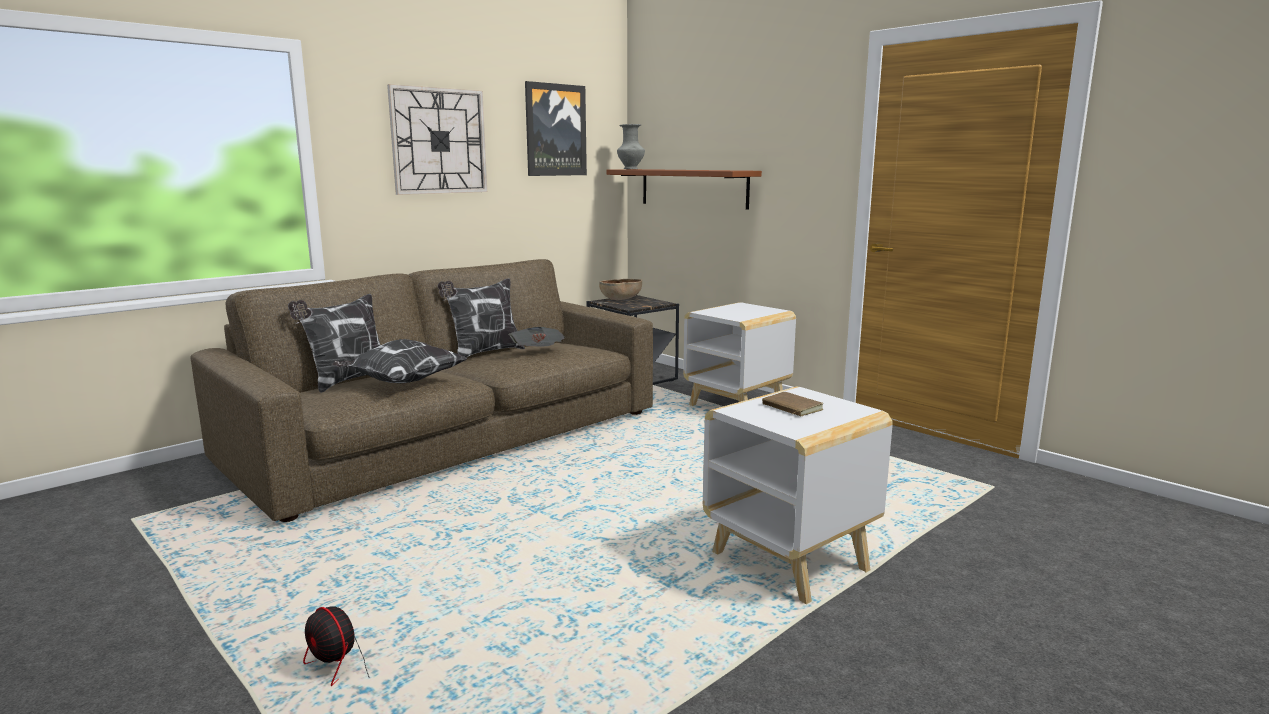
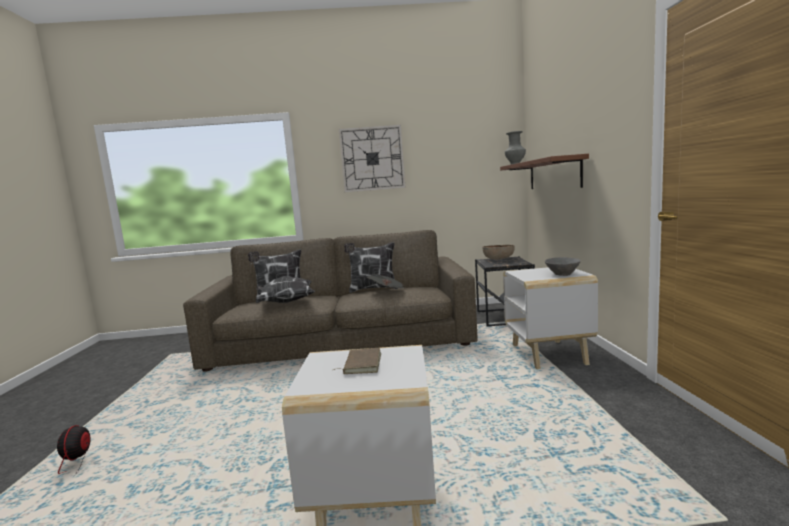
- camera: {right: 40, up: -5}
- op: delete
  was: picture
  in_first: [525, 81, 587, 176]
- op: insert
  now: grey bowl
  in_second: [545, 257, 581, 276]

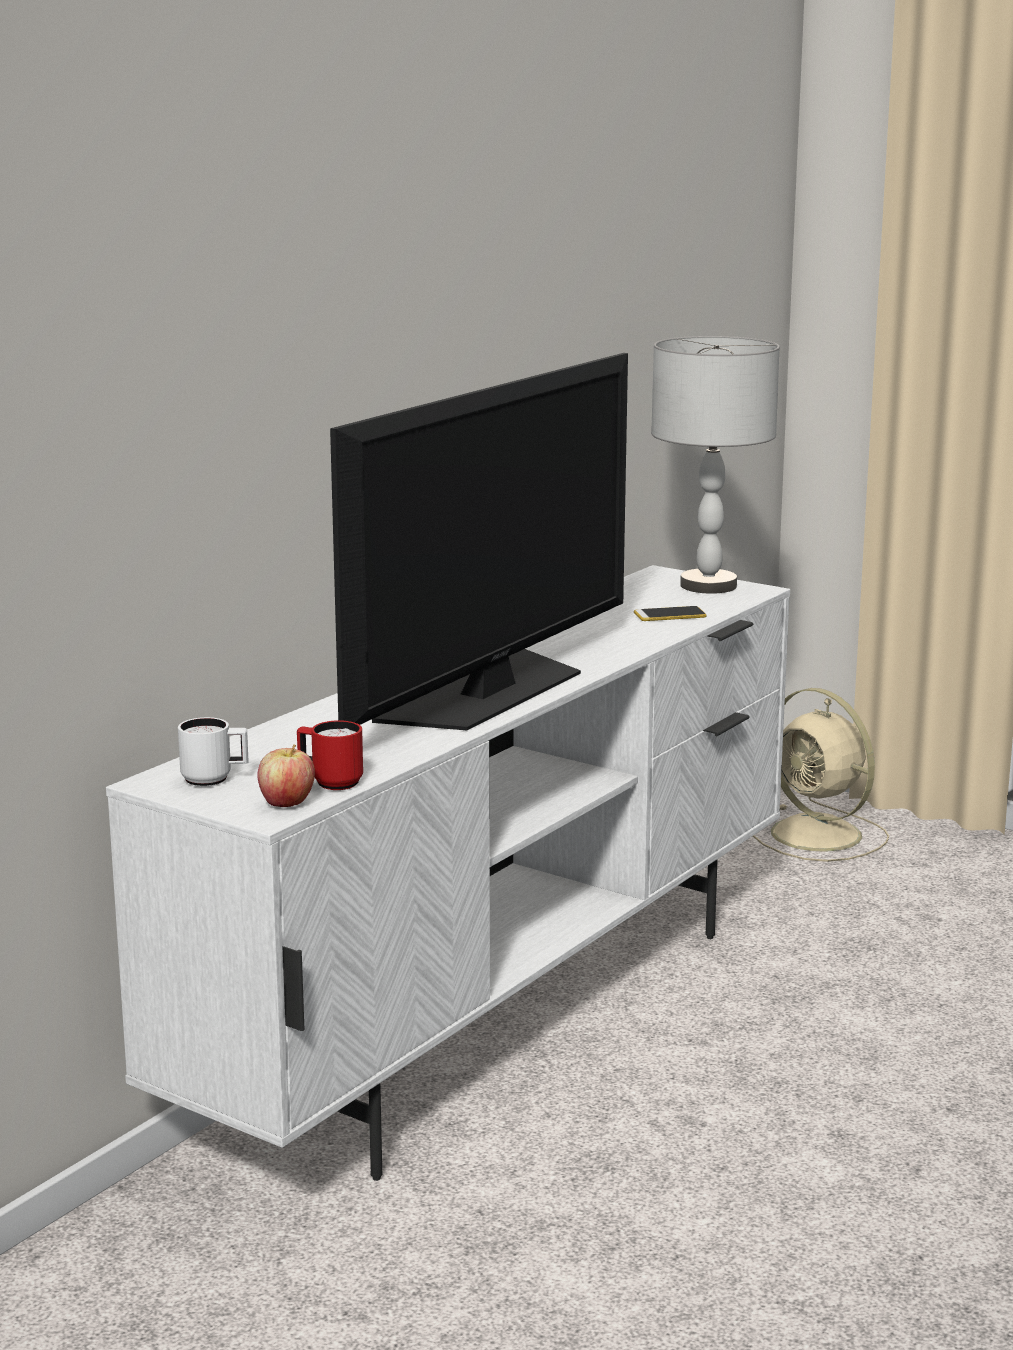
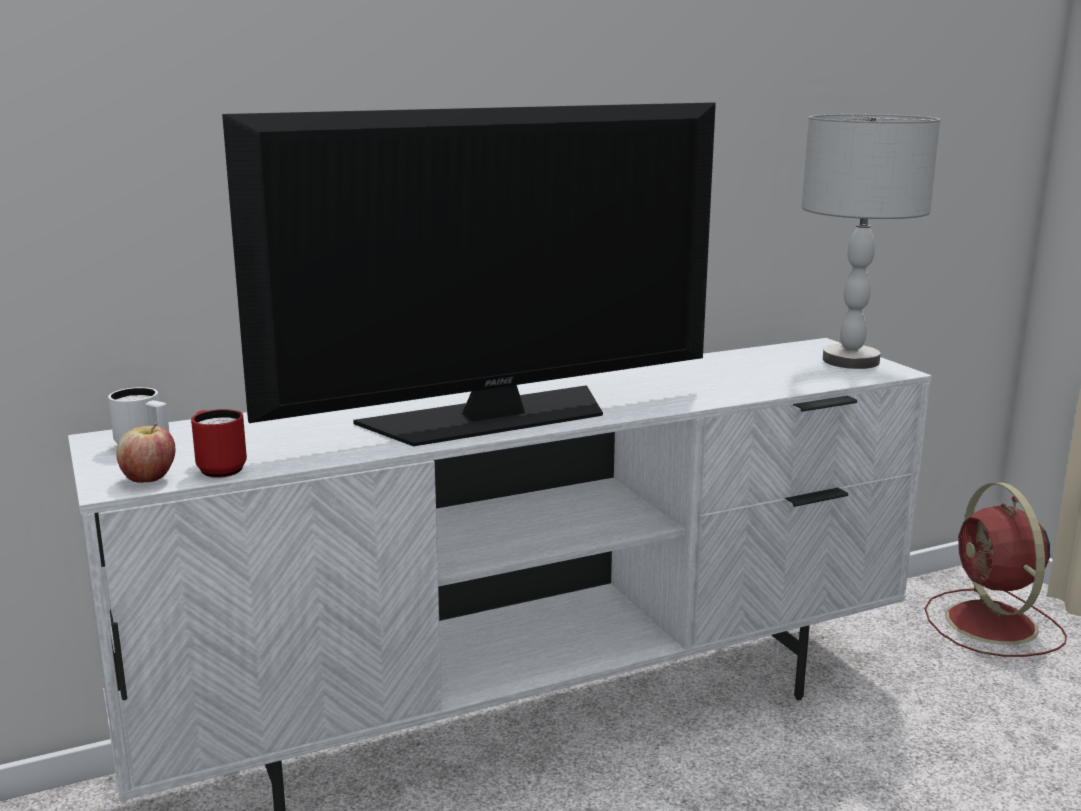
- camera: {right: 30, up: 0}
- op: delete
  was: phone
  in_first: [634, 606, 707, 621]
- op: recolor
  was: beige fan
  now: red fan
  in_first: [753, 688, 889, 862]
  in_second: [925, 482, 1067, 657]

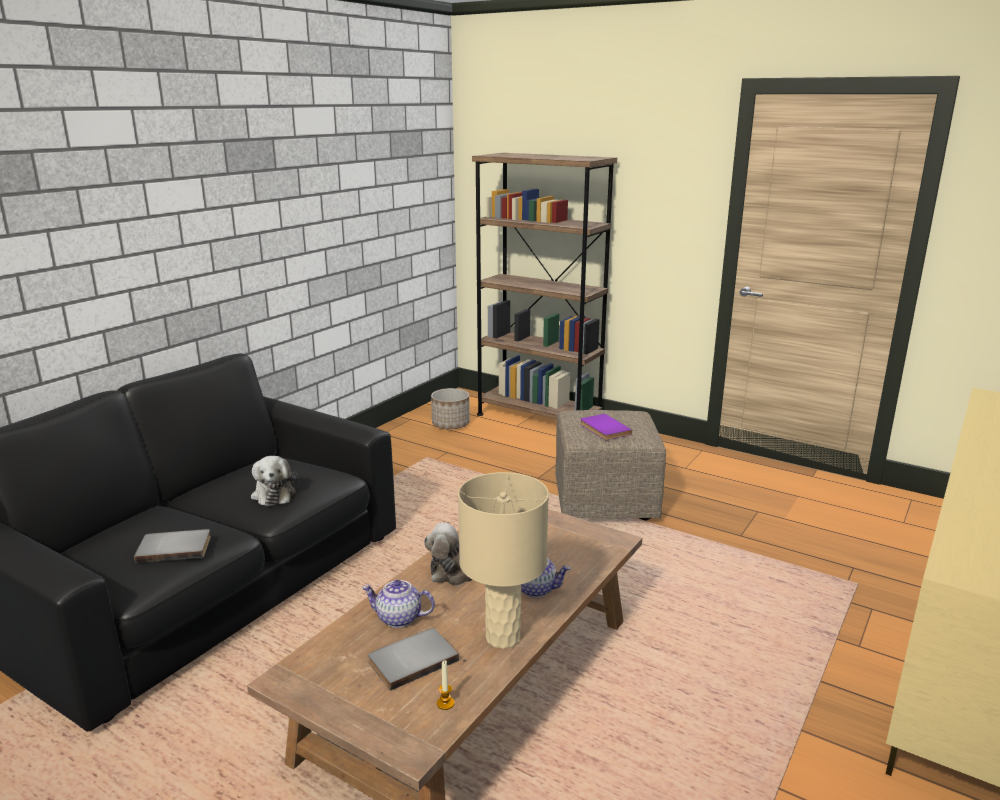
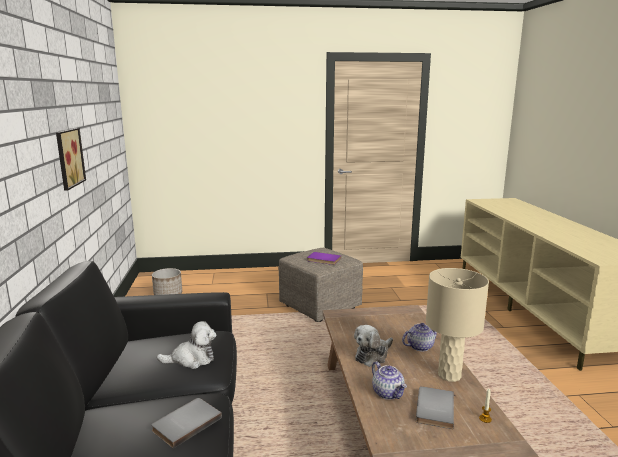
- camera: {right: -40, up: -5}
- op: delete
  was: brown bookcase
  in_first: [472, 153, 617, 420]
- op: rotate
  was: plush toy
  in_first: [251, 456, 298, 506]
  in_second: [157, 321, 216, 369]
  clockwise: -45
- op: rotate
  was: teapot
  in_first: [362, 580, 435, 628]
  in_second: [372, 361, 407, 400]
  clockwise: -90
- op: insert
  now: picture
  in_second: [56, 128, 86, 191]

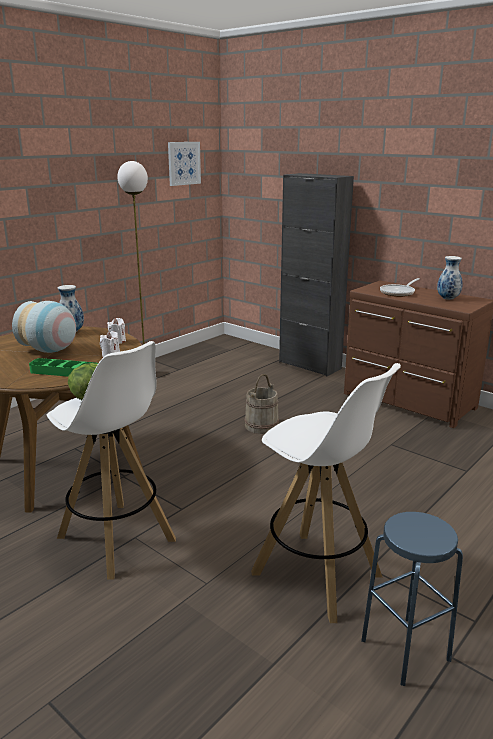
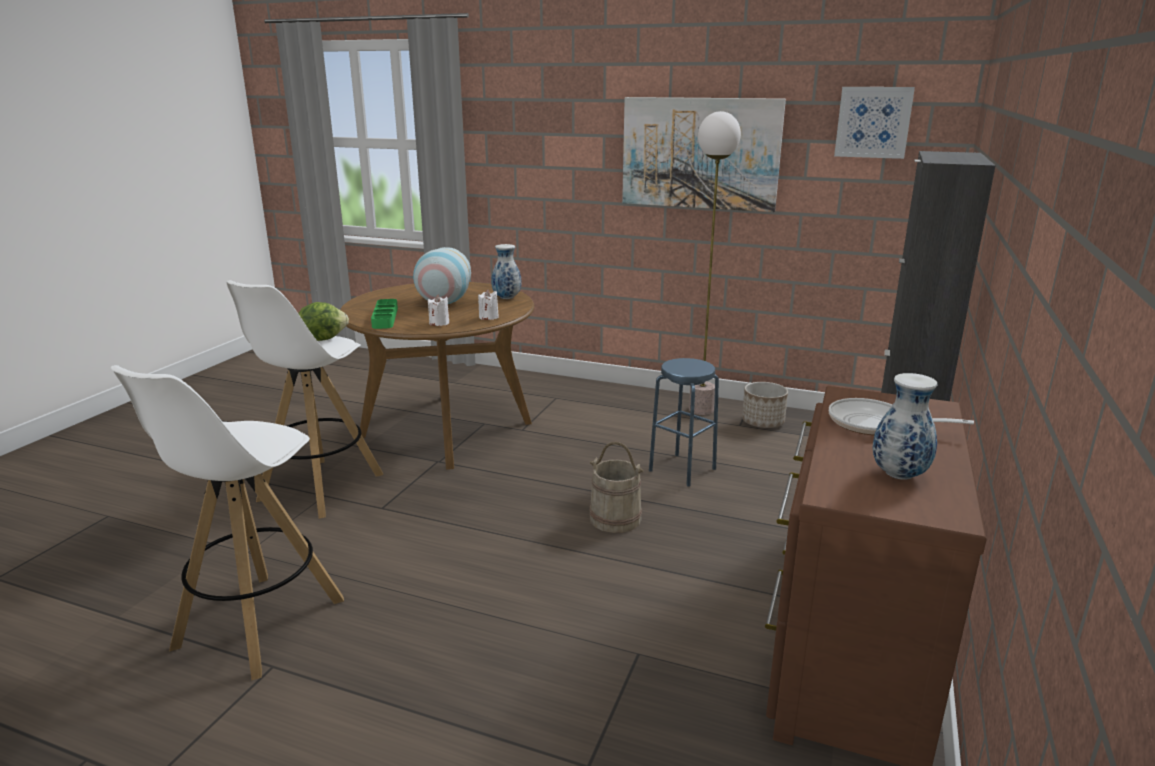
- camera: {right: 70, up: 0}
- op: move
  was: blue stool
  in_first: [361, 512, 463, 686]
  in_second: [649, 358, 719, 487]
- op: insert
  now: picture
  in_second: [622, 97, 786, 212]
- op: insert
  now: planter
  in_second: [742, 382, 788, 428]

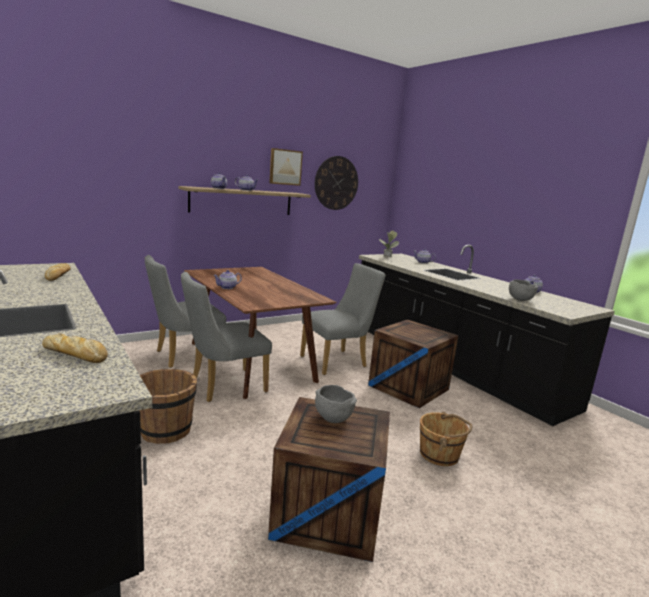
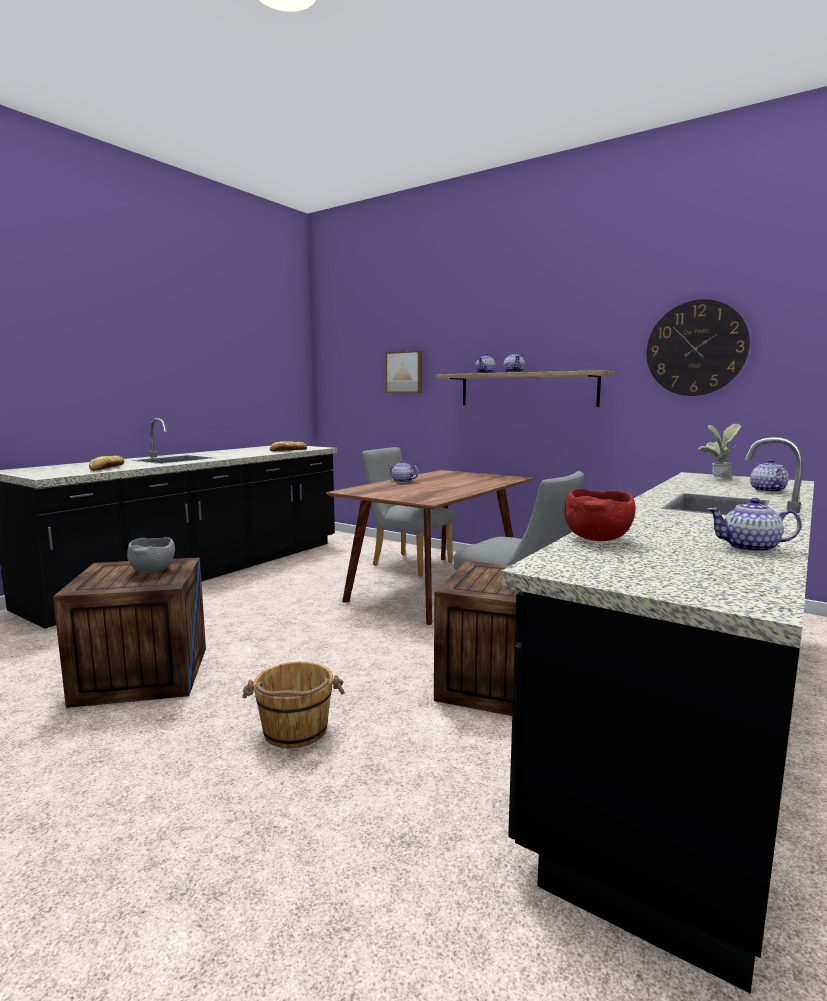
- camera: {right: 70, up: -5}
- op: move
  was: picture
  in_first: [269, 148, 303, 186]
  in_second: [386, 351, 422, 393]
- op: delete
  was: grey chair
  in_first: [181, 272, 272, 402]
- op: recolor
  was: grey bowl
  now: red bowl
  in_first: [509, 279, 538, 301]
  in_second: [564, 488, 636, 541]
- op: delete
  was: brown bucket
  in_first: [139, 369, 197, 444]

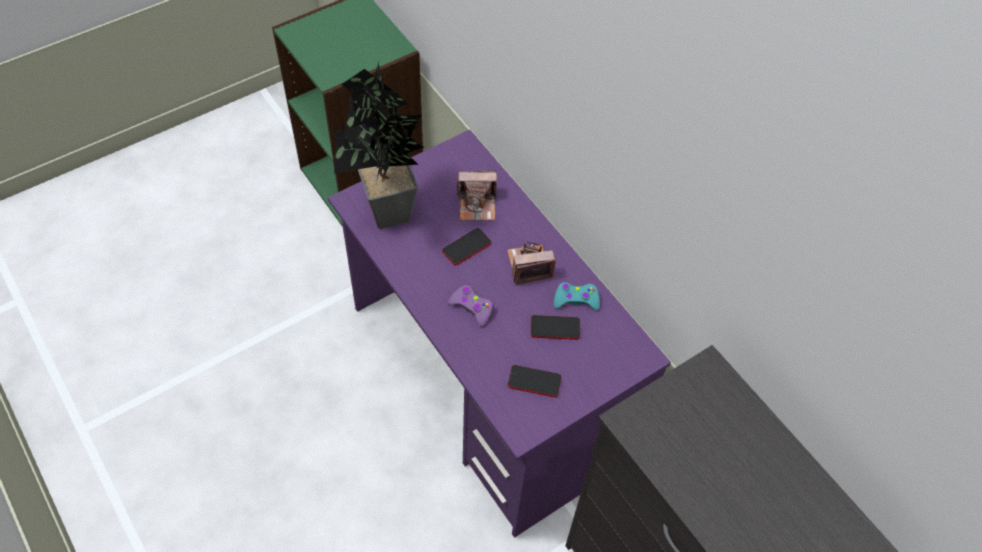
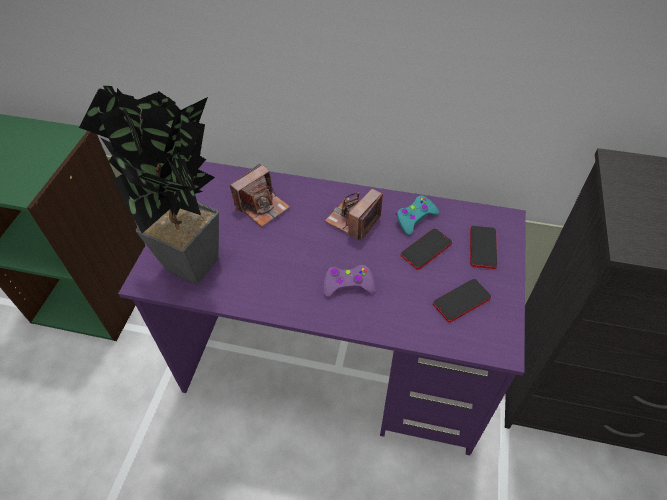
- camera: {right: -40, up: -5}
- op: move
  was: phone
  in_first: [442, 228, 491, 266]
  in_second: [470, 226, 498, 269]

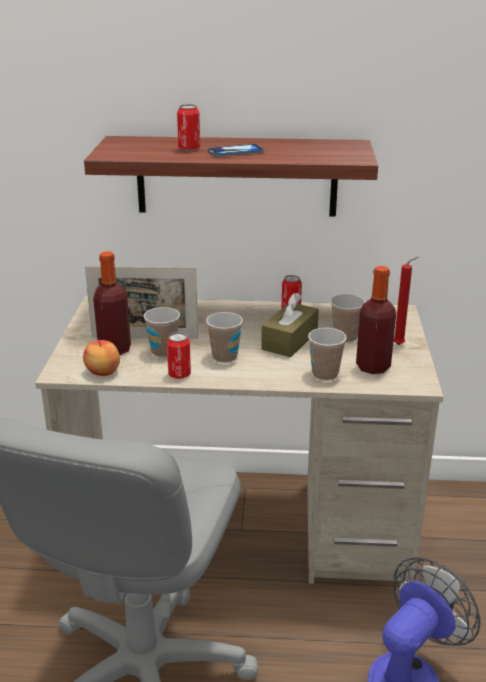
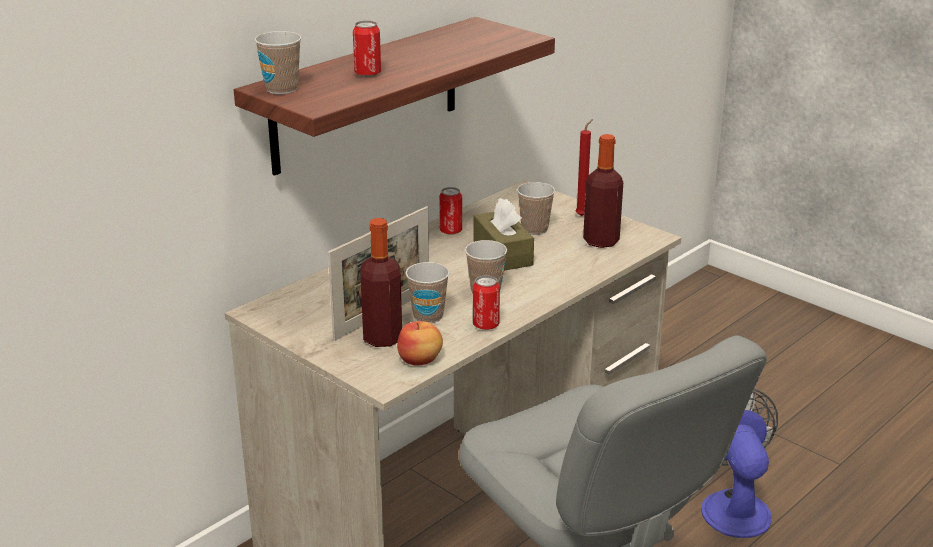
- camera: {right: -50, up: 0}
- op: delete
  was: phone
  in_first: [208, 144, 264, 156]
- op: move
  was: cup
  in_first: [308, 328, 347, 381]
  in_second: [255, 31, 301, 94]

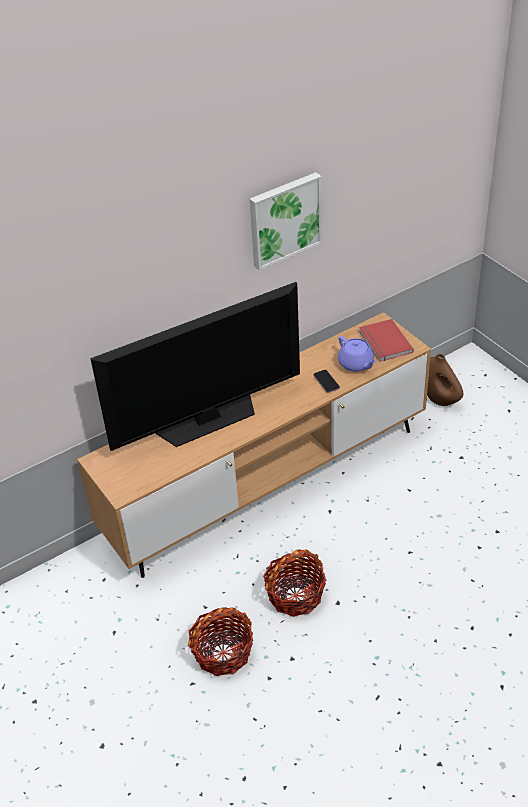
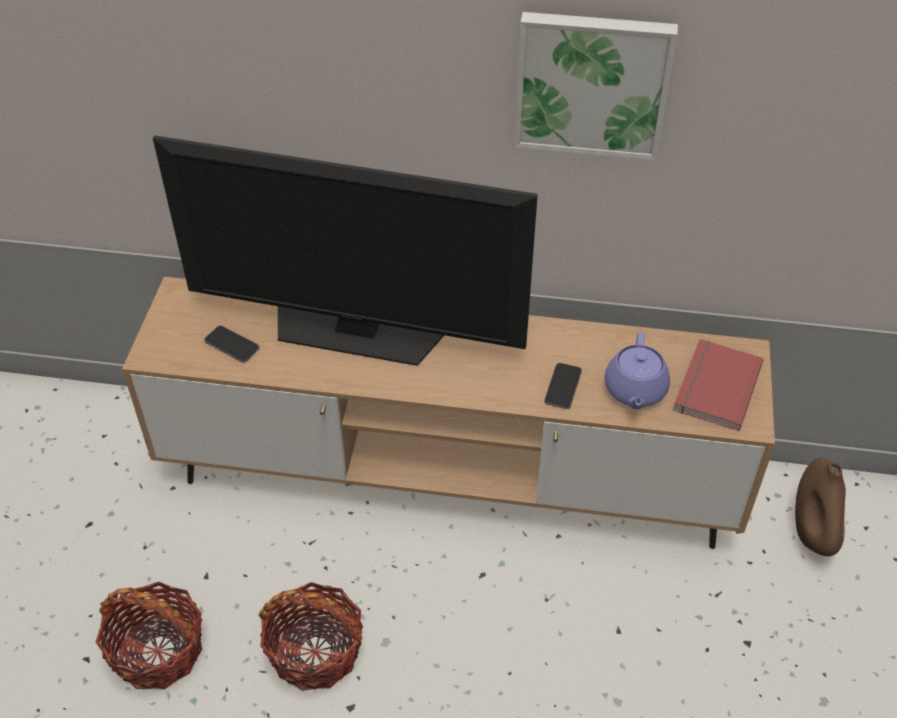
- camera: {right: 40, up: 5}
- op: insert
  now: phone
  in_second: [204, 326, 259, 362]

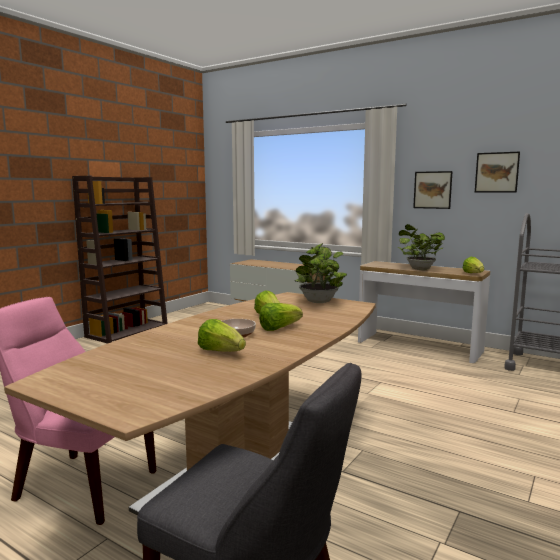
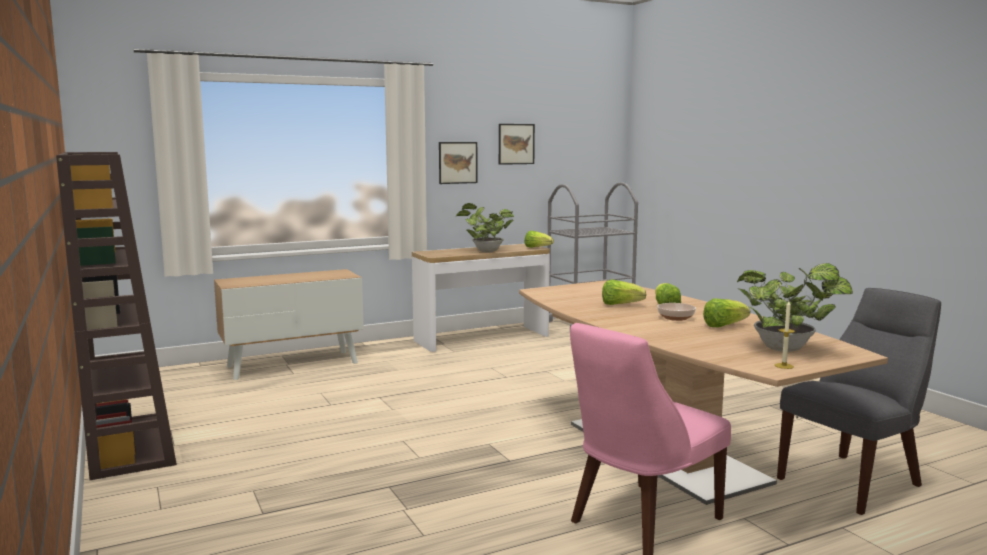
- camera: {right: -60, up: 0}
- op: move
  was: potted plant
  in_first: [295, 243, 347, 303]
  in_second: [737, 263, 853, 352]
- op: insert
  now: candle
  in_second: [775, 301, 795, 369]

